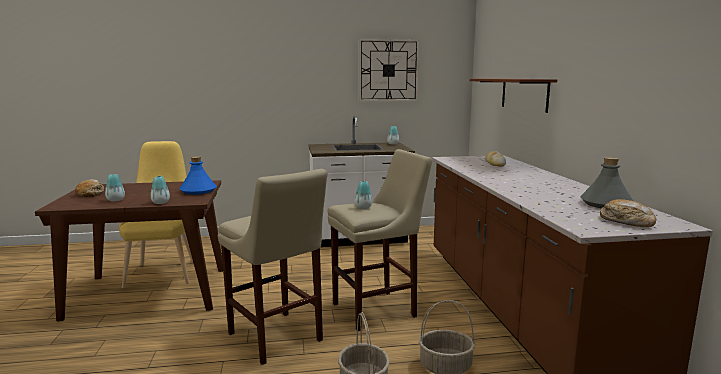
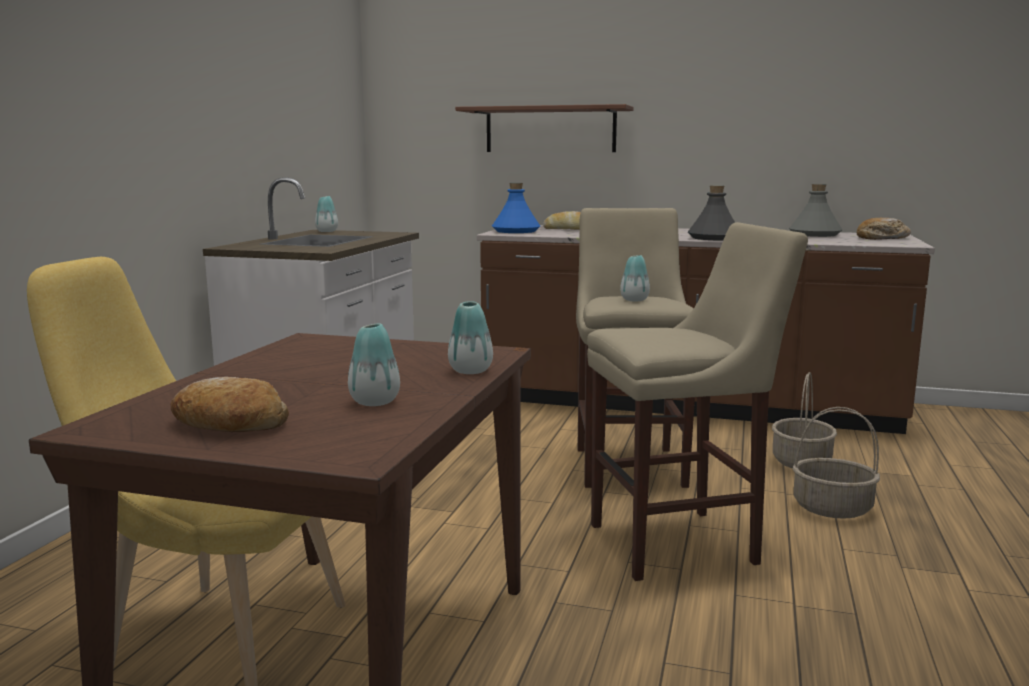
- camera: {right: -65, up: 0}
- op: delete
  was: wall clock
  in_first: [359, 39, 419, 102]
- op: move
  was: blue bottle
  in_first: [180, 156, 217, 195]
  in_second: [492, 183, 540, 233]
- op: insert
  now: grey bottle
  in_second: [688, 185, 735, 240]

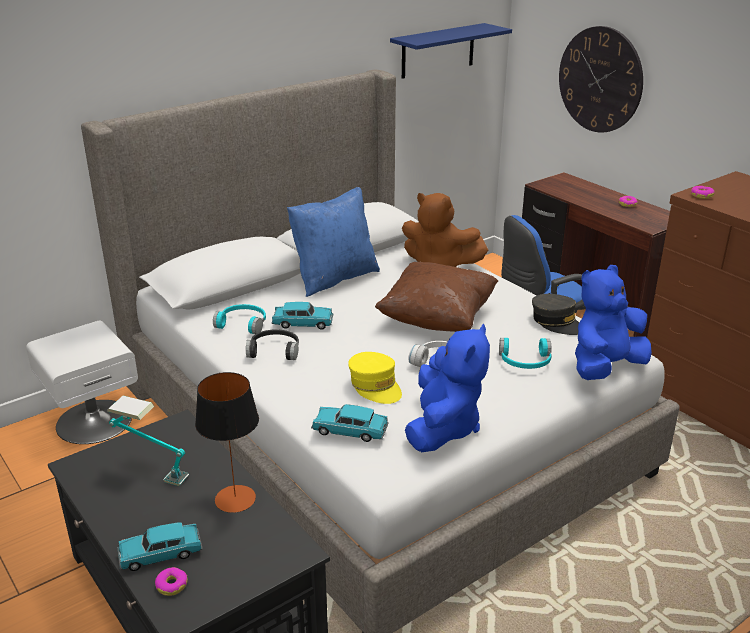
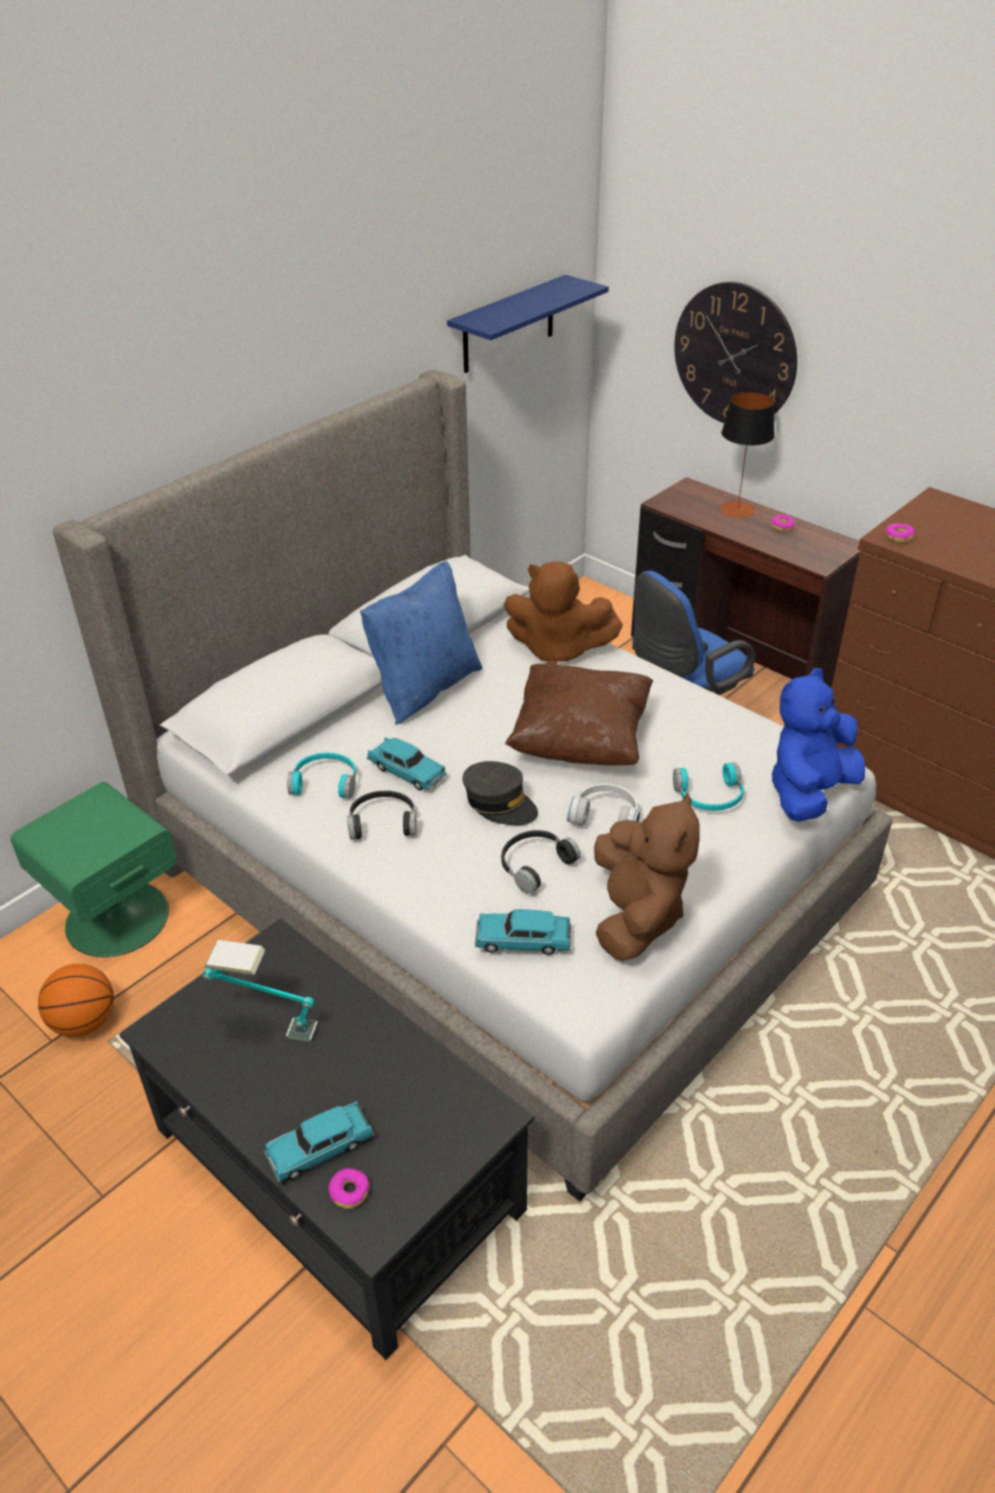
- camera: {right: -10, up: 10}
- op: move
  was: grey cap
  in_first: [532, 294, 579, 335]
  in_second: [463, 761, 538, 825]
- op: rotate
  was: turquoise toy car
  in_first: [272, 302, 333, 330]
  in_second: [367, 737, 447, 791]
  clockwise: 45
- op: recolor
  was: white nightstand
  now: green nightstand
  in_first: [26, 321, 138, 444]
  in_second: [11, 782, 177, 957]
- op: recolor
  was: blue plush toy
  now: brown plush toy
  in_first: [405, 324, 490, 452]
  in_second: [594, 793, 700, 961]
- op: replace
  was: yellow cap
  now: black headphones
  in_first: [348, 352, 402, 404]
  in_second: [501, 830, 581, 894]
- op: move
  was: table lamp
  in_first: [195, 372, 259, 513]
  in_second: [720, 392, 775, 518]
- op: insert
  now: basketball
  in_second: [38, 964, 114, 1037]

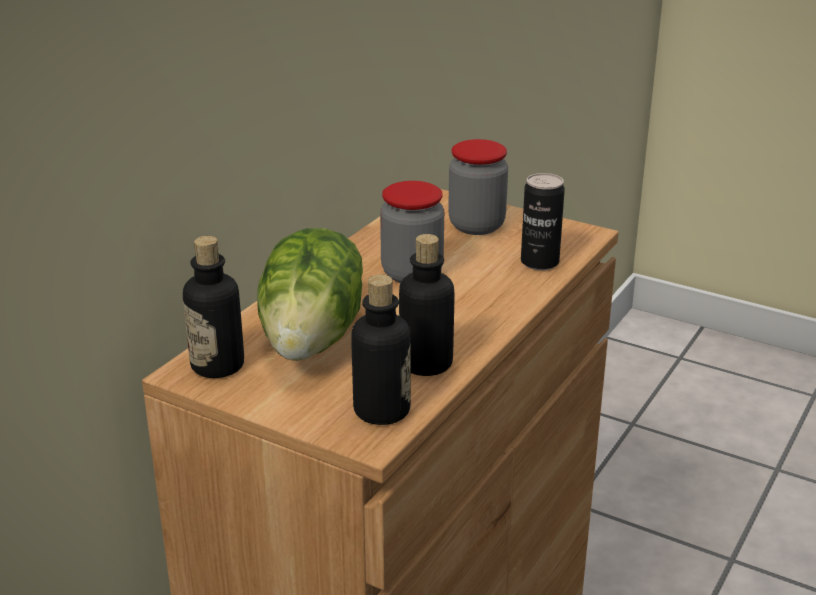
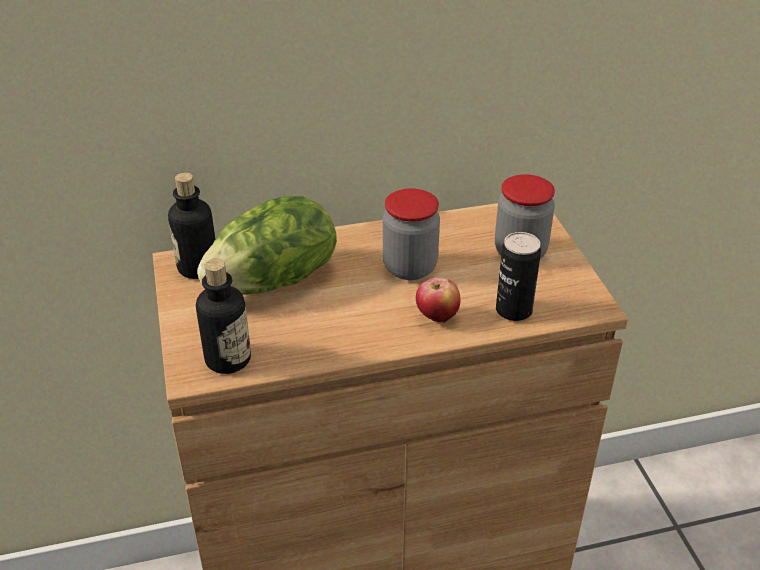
- camera: {right: 45, up: 10}
- op: delete
  was: bottle
  in_first: [399, 234, 455, 376]
- op: insert
  now: apple
  in_second: [416, 277, 461, 322]

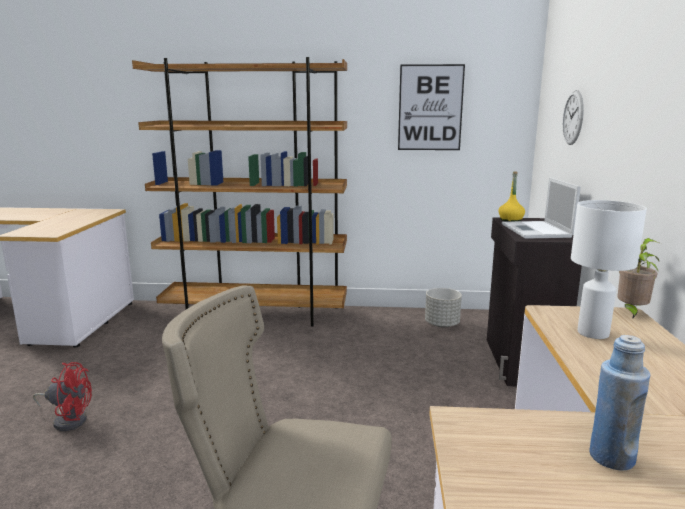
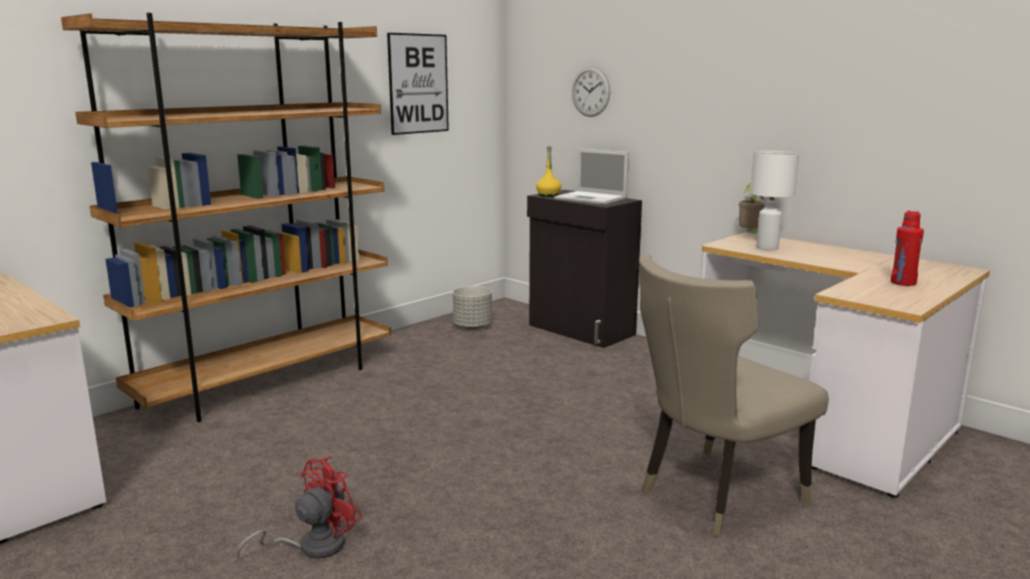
- camera: {right: -50, up: 0}
- op: recolor
  was: blue bottle
  now: red bottle
  in_first: [589, 335, 650, 471]
  in_second: [891, 210, 924, 286]

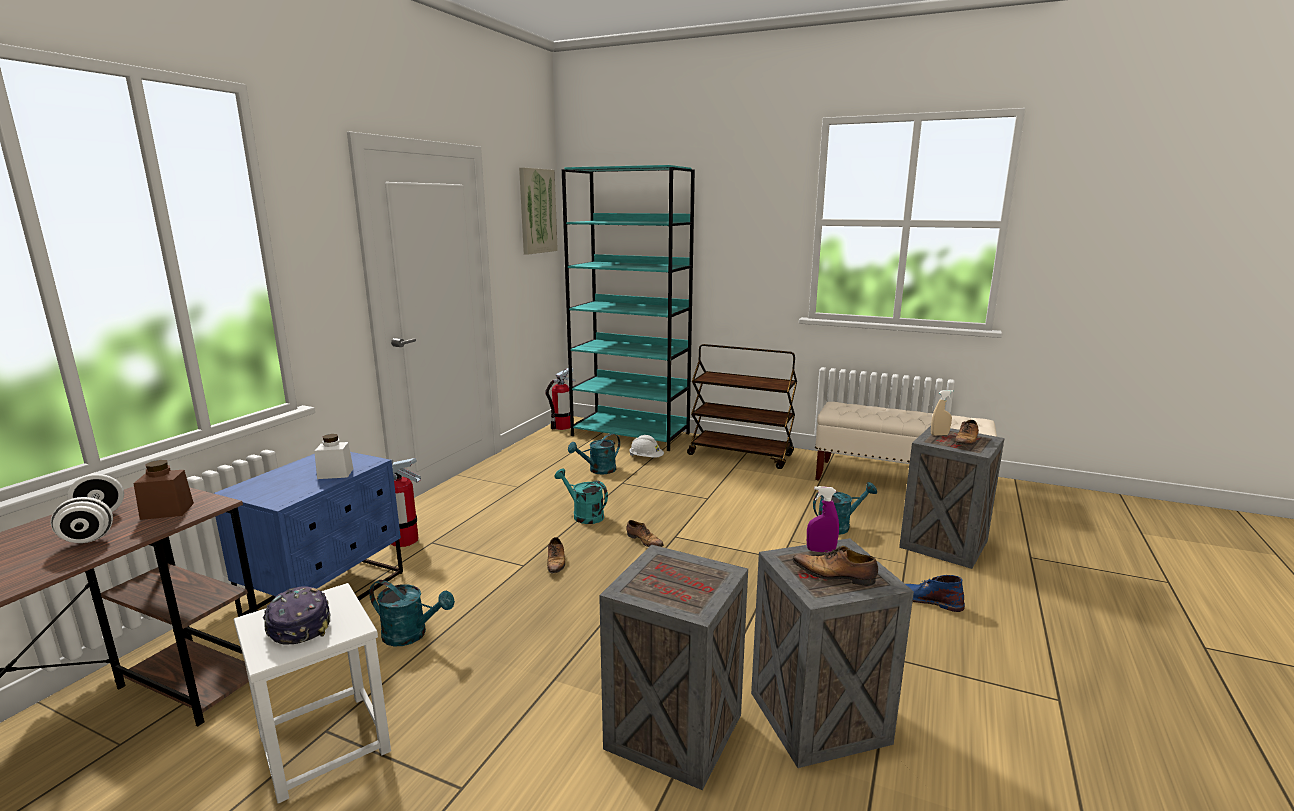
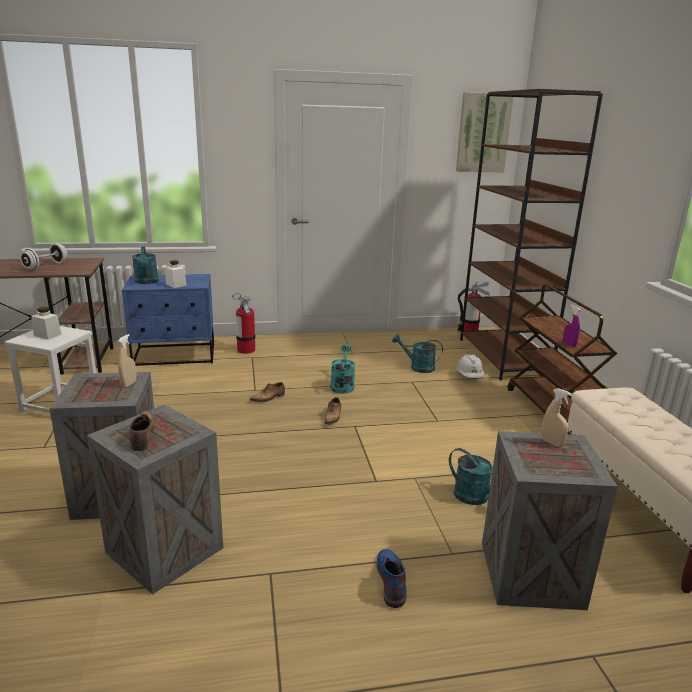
- camera: {right: 55, up: 5}
- op: recolor
  was: turquoise bookcase
  now: brown bookcase
  in_first: [562, 165, 695, 451]
  in_second: [460, 89, 603, 381]
- op: delete
  was: shoe
  in_first: [955, 420, 979, 446]
- op: delete
  was: brown jar
  in_first: [134, 460, 194, 520]
- op: move
  was: purple spray bottle
  in_first: [807, 486, 839, 553]
  in_second: [563, 305, 581, 347]
- op: move
  was: turquoise watering can
  in_first: [369, 580, 455, 646]
  in_second: [132, 247, 159, 284]
- op: replace
  was: cap
  now: white jar
  in_first: [263, 586, 330, 645]
  in_second: [31, 307, 62, 340]
- op: insert
  now: beige spray bottle
  in_second: [118, 334, 137, 388]

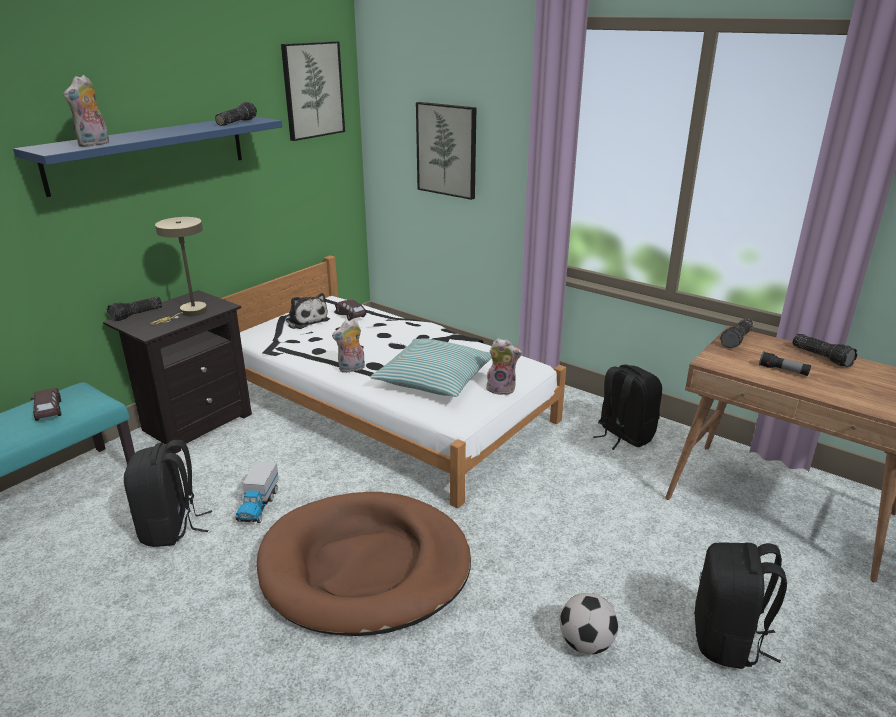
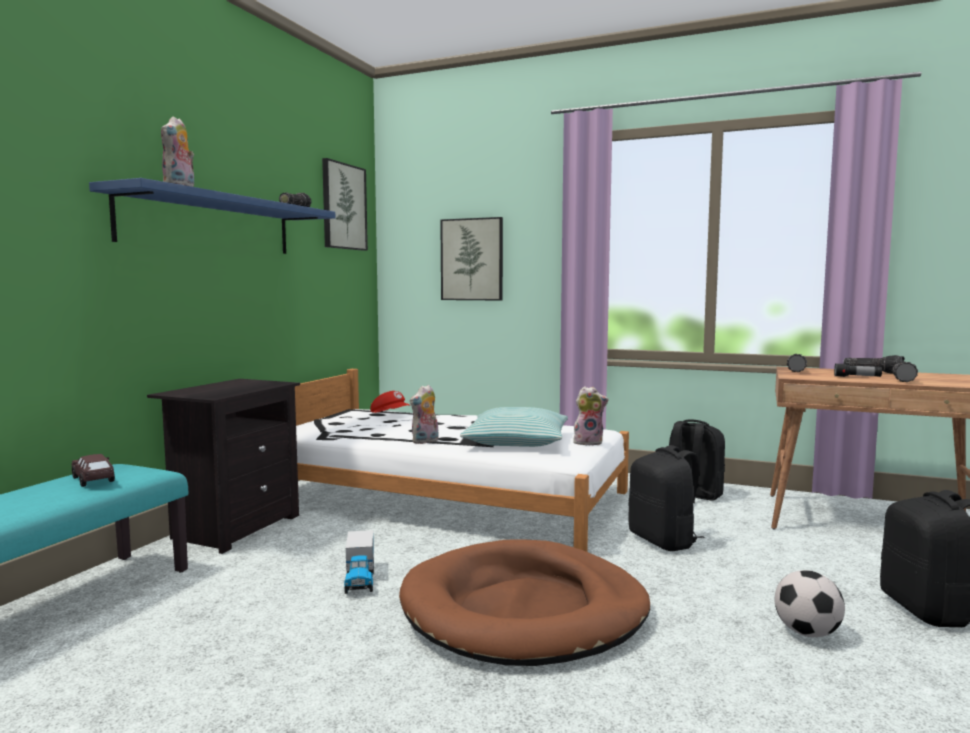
- camera: {right: -15, up: -20}
- op: delete
  was: beige table lamp
  in_first: [150, 217, 207, 325]
- op: delete
  was: plush toy
  in_first: [286, 293, 329, 329]
- op: move
  was: flashlight
  in_first: [107, 297, 162, 321]
  in_second: [892, 362, 918, 382]
- op: replace
  was: brown toy car
  now: red cap
  in_first: [335, 300, 366, 321]
  in_second: [370, 391, 410, 413]
- op: move
  was: black backpack
  in_first: [124, 440, 212, 547]
  in_second: [628, 445, 705, 551]

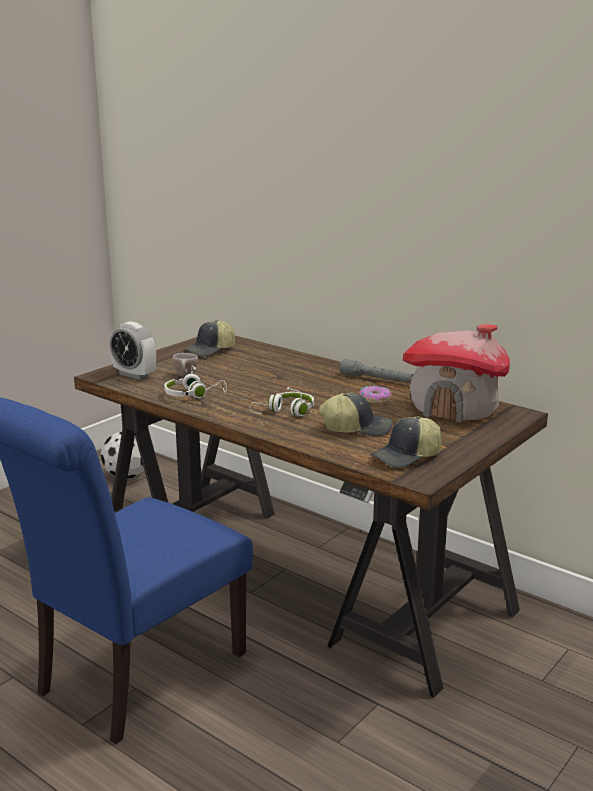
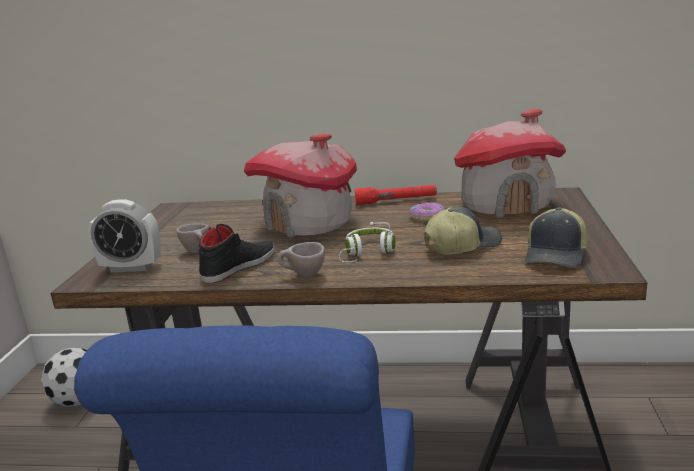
- camera: {right: -30, up: 0}
- op: delete
  was: cap
  in_first: [183, 320, 235, 357]
- op: recolor
  was: grey flashlight
  now: red flashlight
  in_first: [340, 359, 414, 383]
  in_second: [355, 185, 437, 205]
- op: replace
  was: white headphones
  now: black shoe
  in_first: [164, 365, 227, 399]
  in_second: [198, 224, 275, 284]
- op: insert
  now: toy house
  in_second: [244, 133, 357, 238]
- op: insert
  now: beige cup
  in_second: [278, 242, 325, 277]

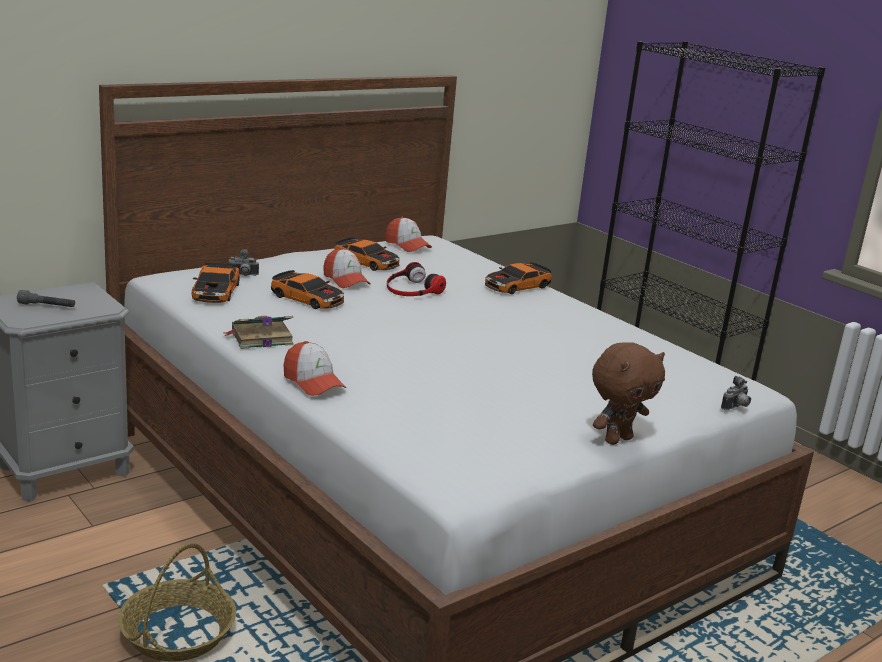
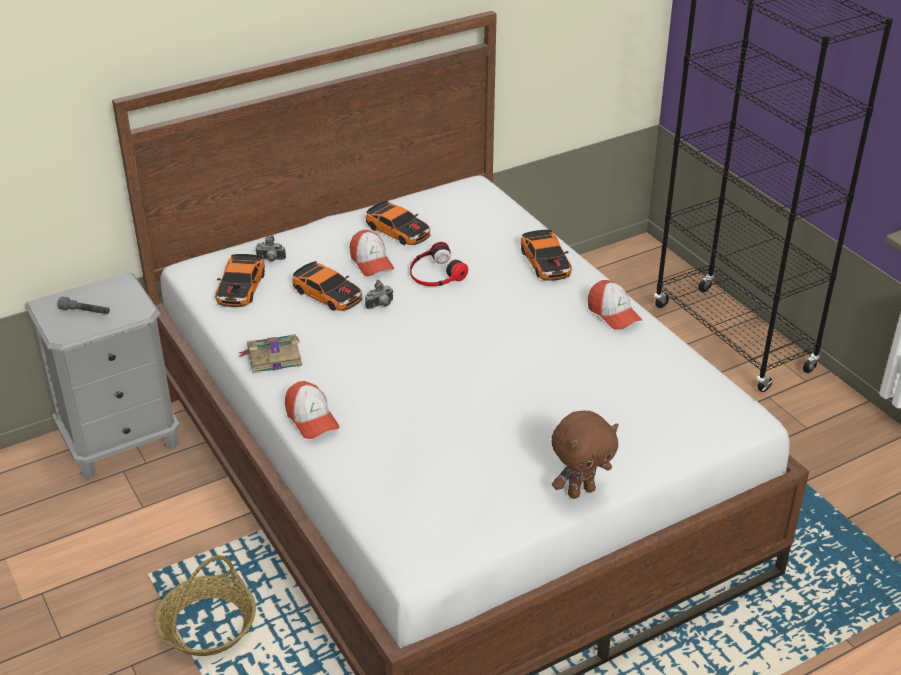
- camera: {right: 10, up: 15}
- op: move
  was: cap
  in_first: [386, 217, 432, 252]
  in_second: [588, 280, 642, 330]
- op: rotate
  was: toy car
  in_first: [485, 262, 552, 294]
  in_second: [521, 230, 572, 281]
  clockwise: -75
- op: move
  was: photo camera
  in_first: [721, 376, 751, 410]
  in_second: [365, 280, 394, 309]

